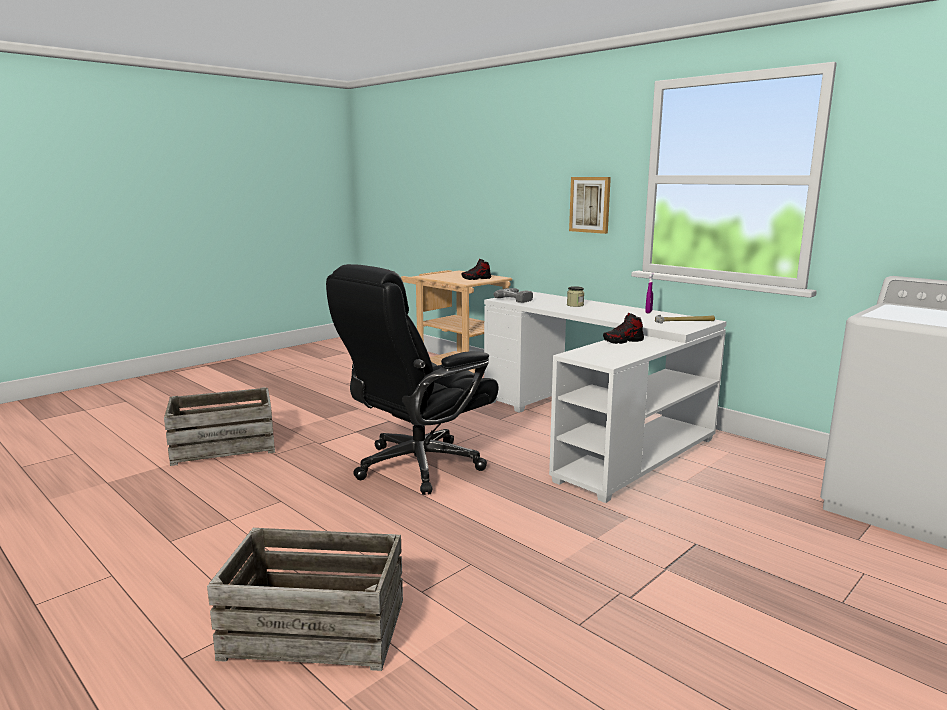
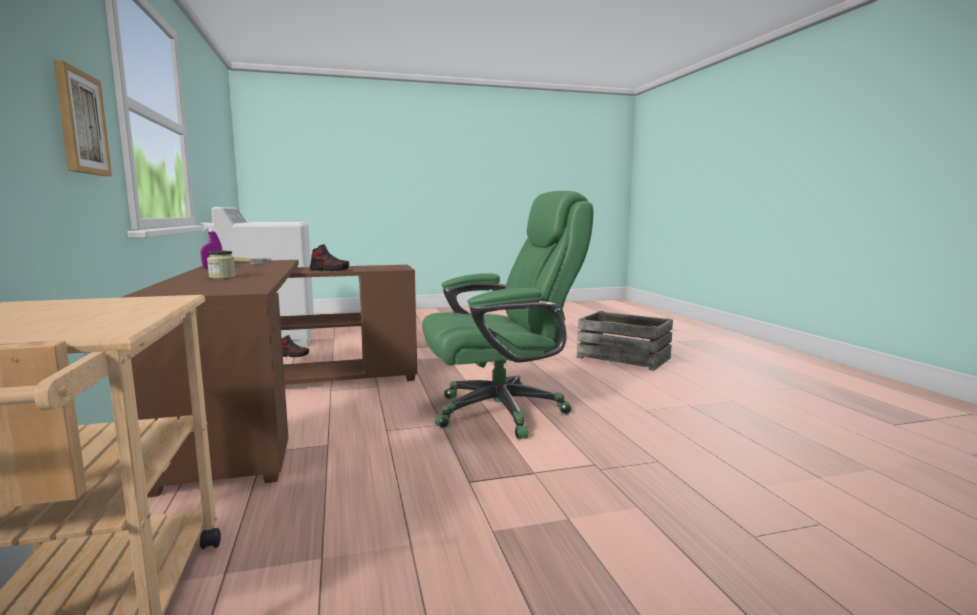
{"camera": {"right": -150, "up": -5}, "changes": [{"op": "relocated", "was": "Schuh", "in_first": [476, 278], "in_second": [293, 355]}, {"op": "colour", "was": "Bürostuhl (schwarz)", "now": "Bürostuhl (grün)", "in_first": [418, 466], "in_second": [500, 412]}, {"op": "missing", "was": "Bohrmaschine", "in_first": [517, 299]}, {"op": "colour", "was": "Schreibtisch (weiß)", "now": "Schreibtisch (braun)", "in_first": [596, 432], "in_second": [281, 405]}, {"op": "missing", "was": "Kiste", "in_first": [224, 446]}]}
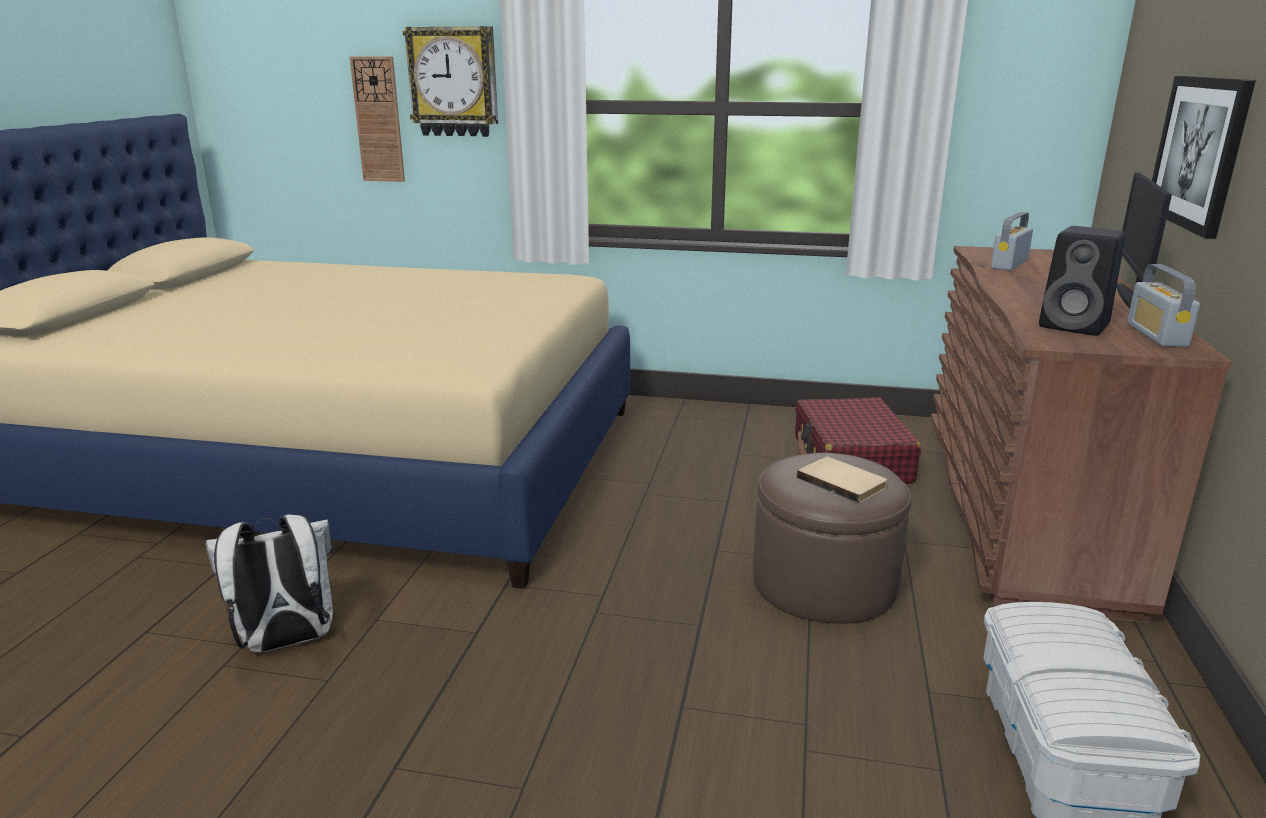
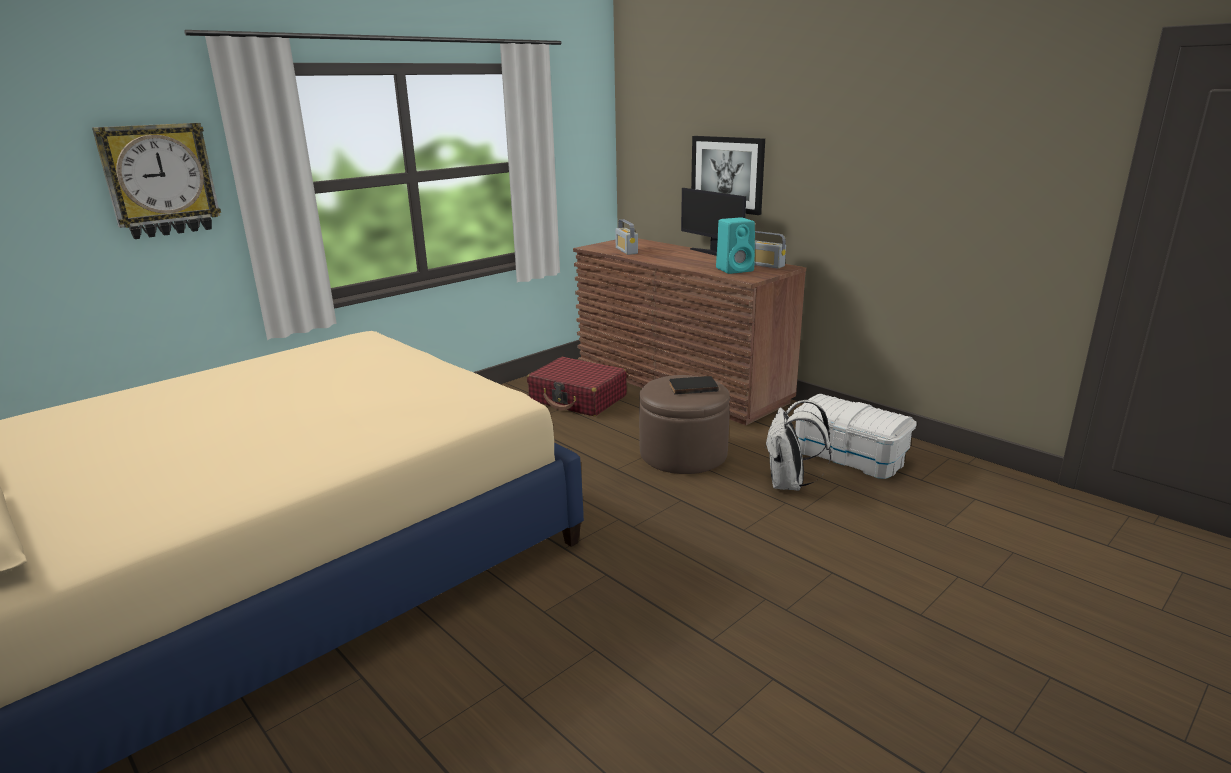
{"camera": {"right": -55, "up": 0}, "changes": [{"op": "missing", "was": "Wanduhr", "in_first": [378, 120]}, {"op": "colour", "was": "Lautsprecher (schwarz)", "now": "Lautsprecher (türkis)", "in_first": [1076, 326], "in_second": [735, 269]}, {"op": "colour", "was": "Buch (beige)", "now": "Buch (schwarz)", "in_first": [843, 481], "in_second": [692, 387]}, {"op": "relocated", "was": "Rucksack (weiß)", "in_first": [286, 642], "in_second": [790, 484]}]}
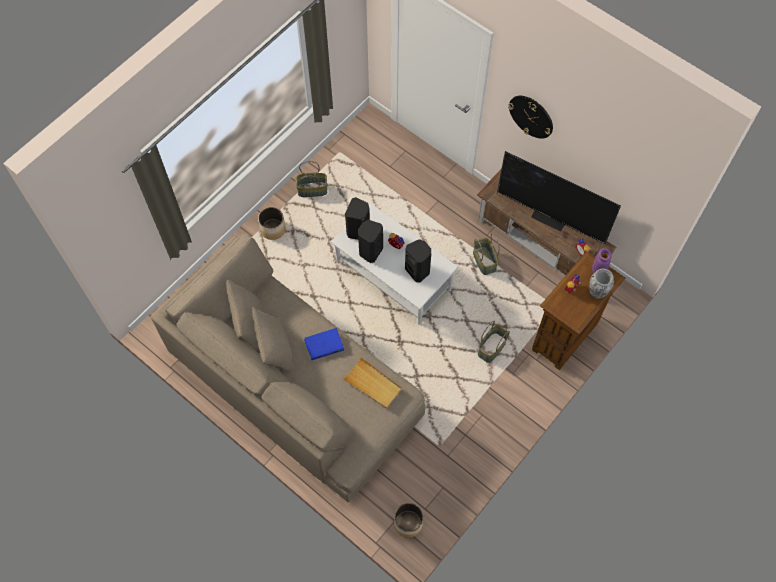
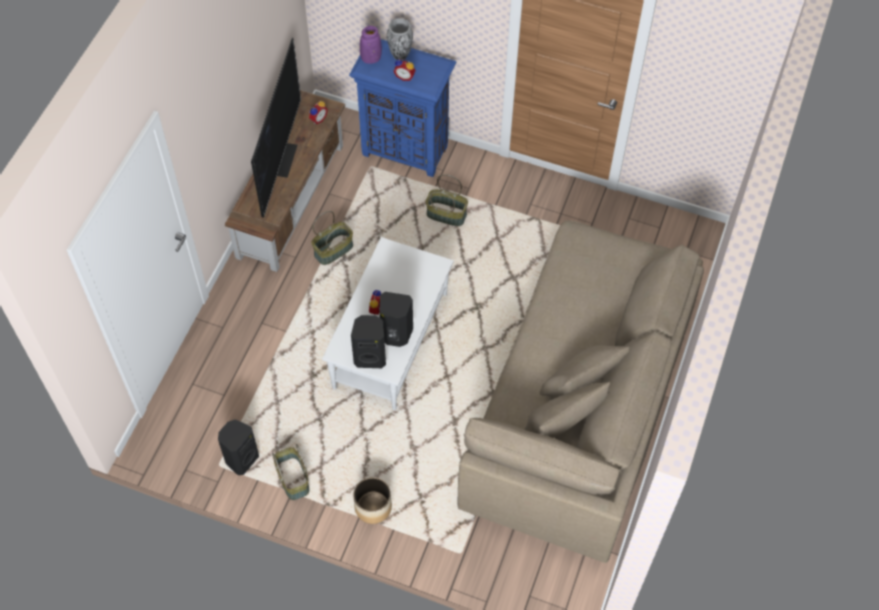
{"camera": {"right": -110, "up": -5}, "changes": [{"op": "missing", "was": "Wanduhr", "in_first": [531, 116]}, {"op": "relocated", "was": "Lautsprecher (schwarz)", "in_first": [418, 270], "in_second": [241, 459]}, {"op": "colour", "was": "Schrank (braun)", "now": "Schrank (blau)", "in_first": [564, 338], "in_second": [406, 151]}, {"op": "missing", "was": "Buch (blau)", "in_first": [324, 345]}, {"op": "missing", "was": "Tablett (beige)", "in_first": [373, 384]}, {"op": "missing", "was": "Pflanzkübel", "in_first": [408, 523]}]}
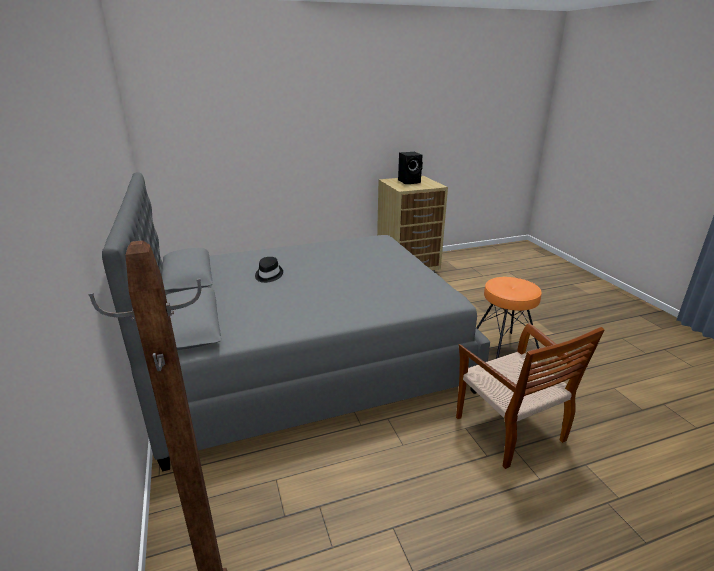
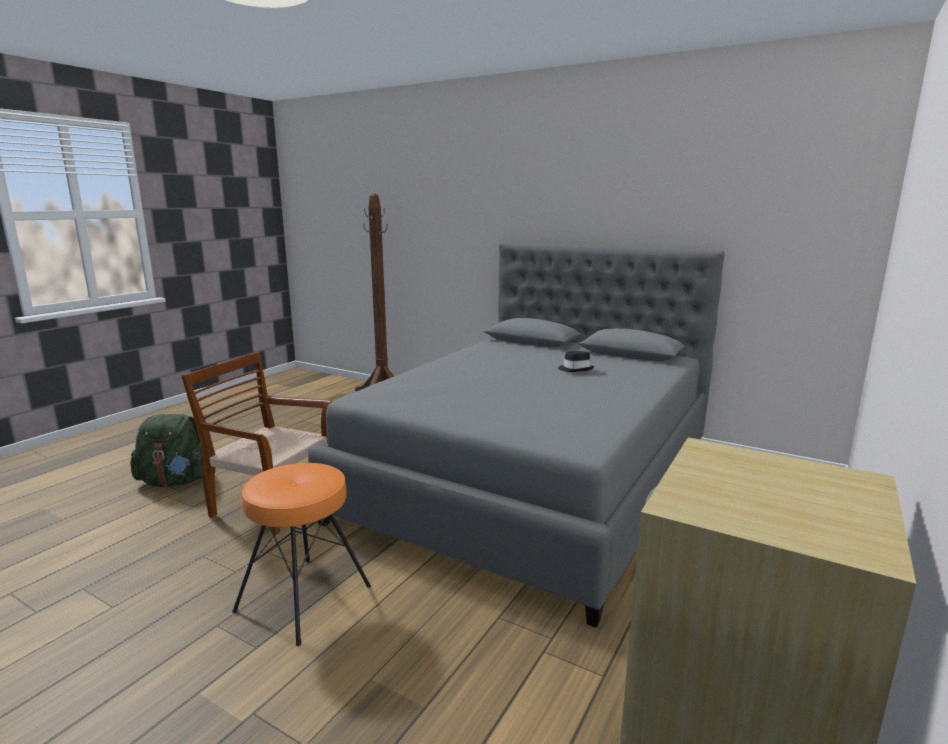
{"camera": {"right": 140, "up": -10}, "changes": [{"op": "missing", "was": "Lautsprecher (schwarz)", "in_first": [410, 181]}, {"op": "appeared", "now": "Rucksack (grün)", "in_second": [175, 481]}]}
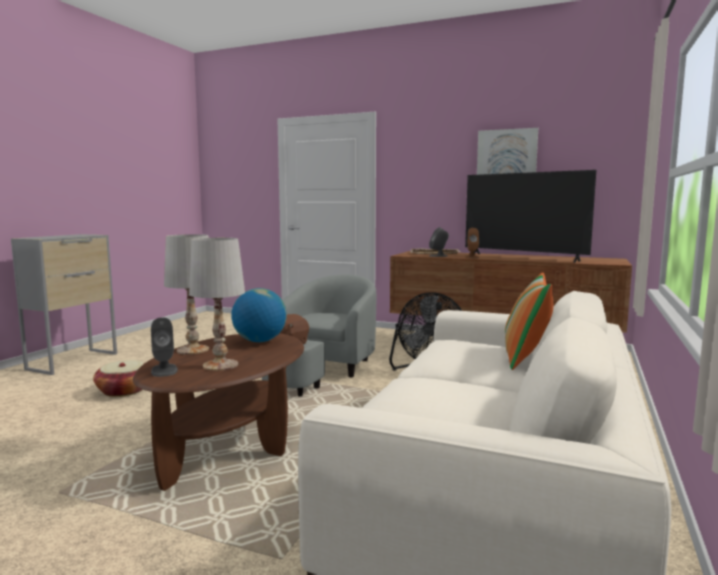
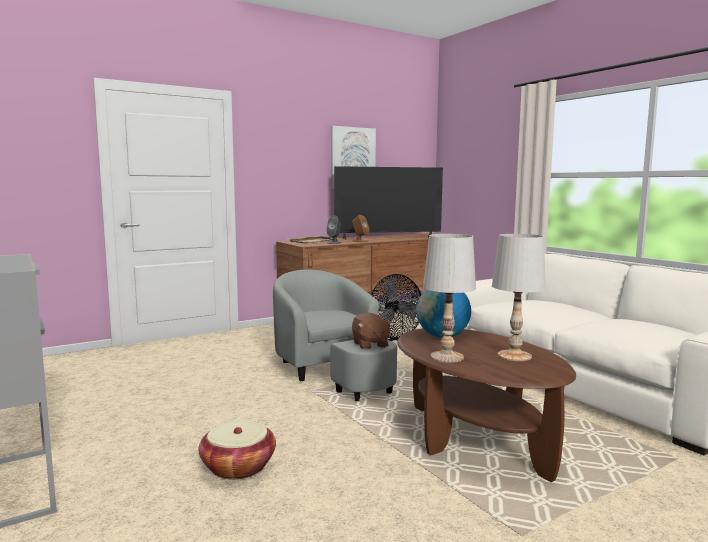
{"camera": {"right": -55, "up": 0}, "changes": [{"op": "missing", "was": "Kissen", "in_first": [525, 358]}, {"op": "missing", "was": "Lautsprecher (grau)", "in_first": [164, 370]}]}
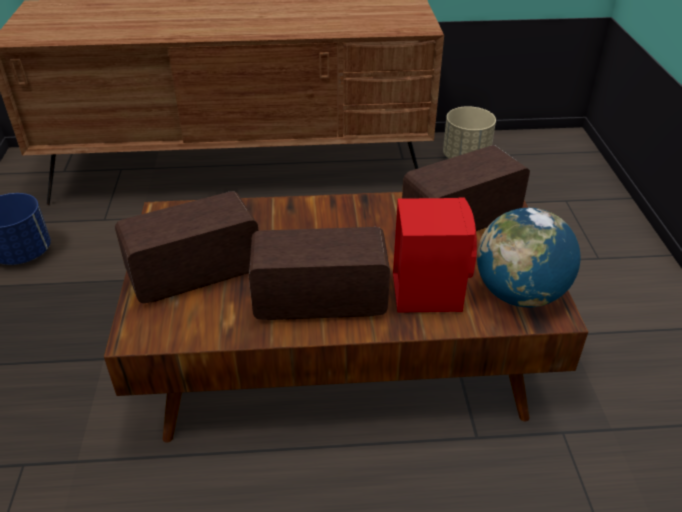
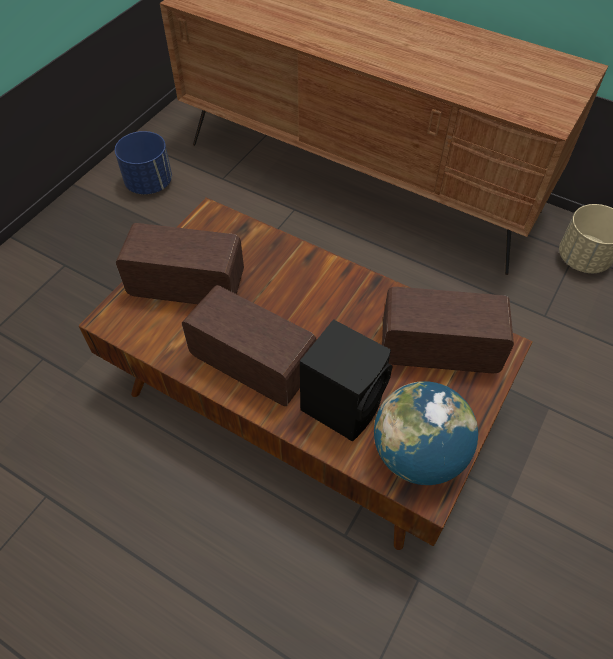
{"camera": {"right": 35, "up": 15}, "changes": [{"op": "colour", "was": "Lautsprecher (rot)", "now": "Lautsprecher (schwarz)", "in_first": [427, 290], "in_second": [343, 404]}]}
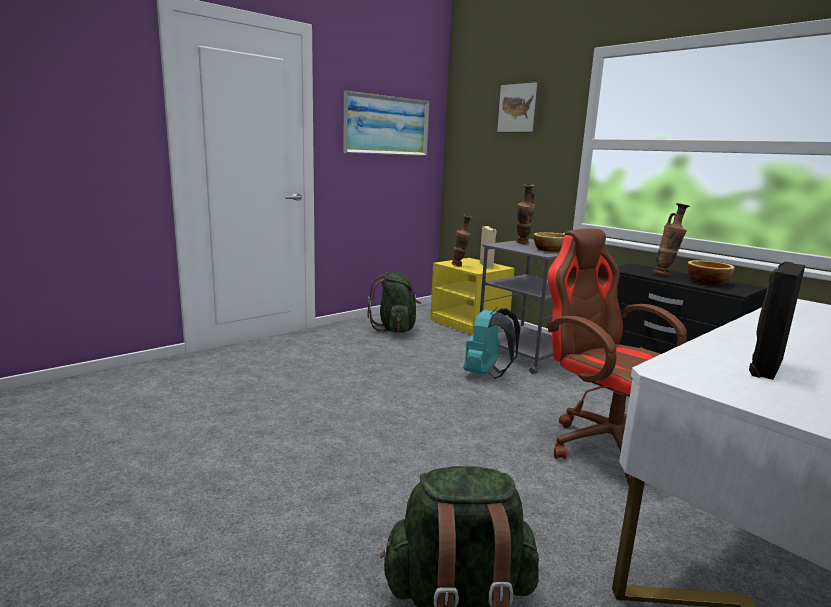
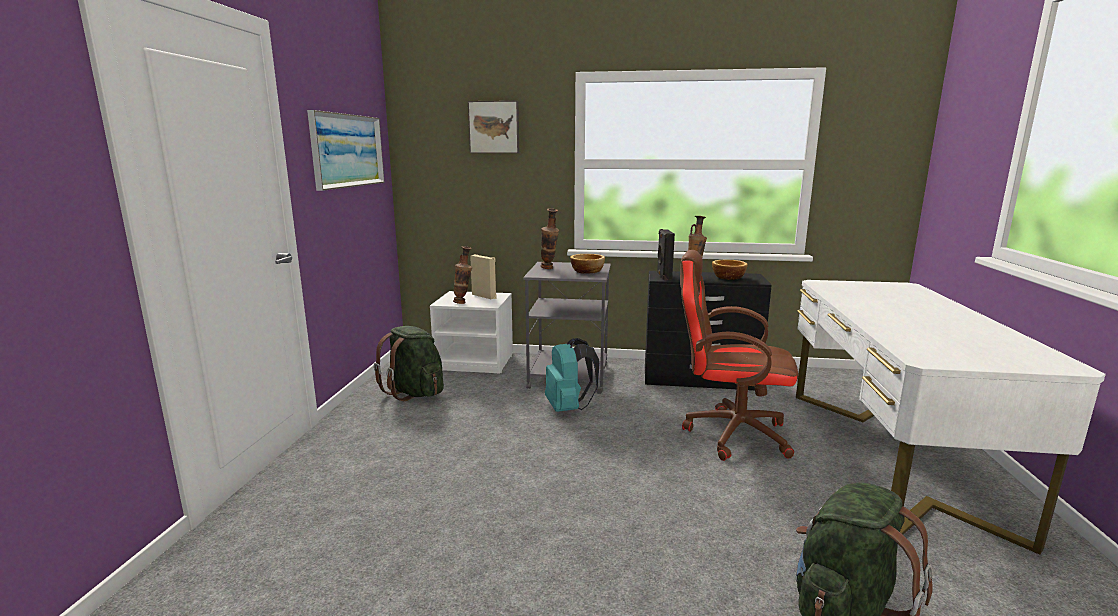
{"camera": {"right": -40, "up": 0}, "changes": [{"op": "colour", "was": "Nachttisch (gelb)", "now": "Nachttisch (weiß)", "in_first": [470, 323], "in_second": [476, 361]}, {"op": "relocated", "was": "Lautsprecher (schwarz)", "in_first": [764, 367], "in_second": [663, 276]}]}
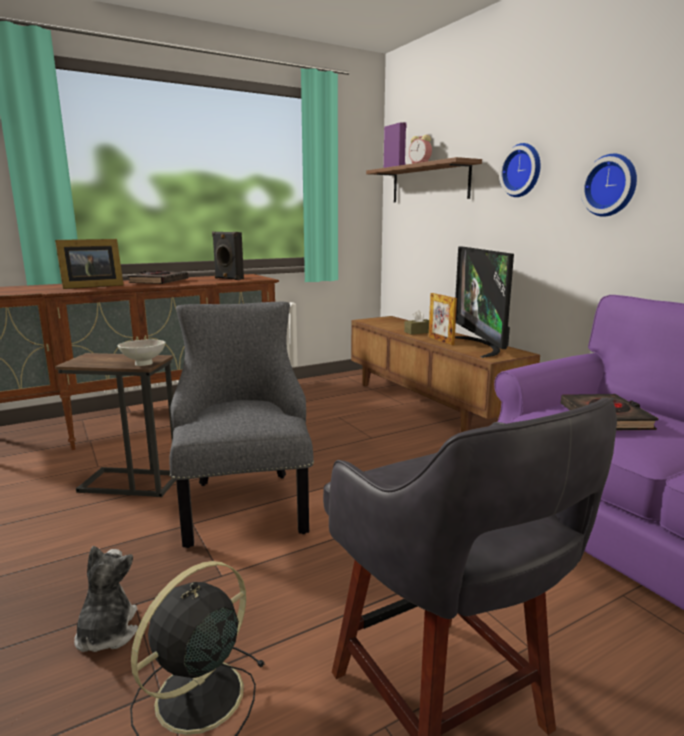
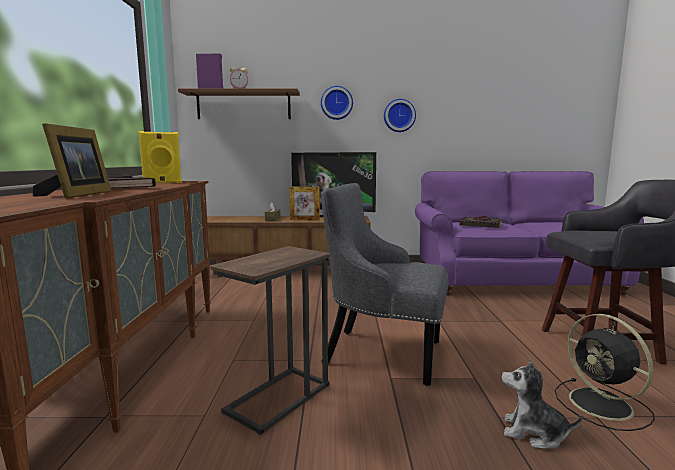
{"camera": {"right": -60, "up": -5}, "changes": [{"op": "colour", "was": "Lautsprecher (schwarz)", "now": "Lautsprecher (gelb)", "in_first": [228, 279], "in_second": [162, 183]}, {"op": "missing", "was": "Schüssel (weiß)", "in_first": [142, 364]}]}
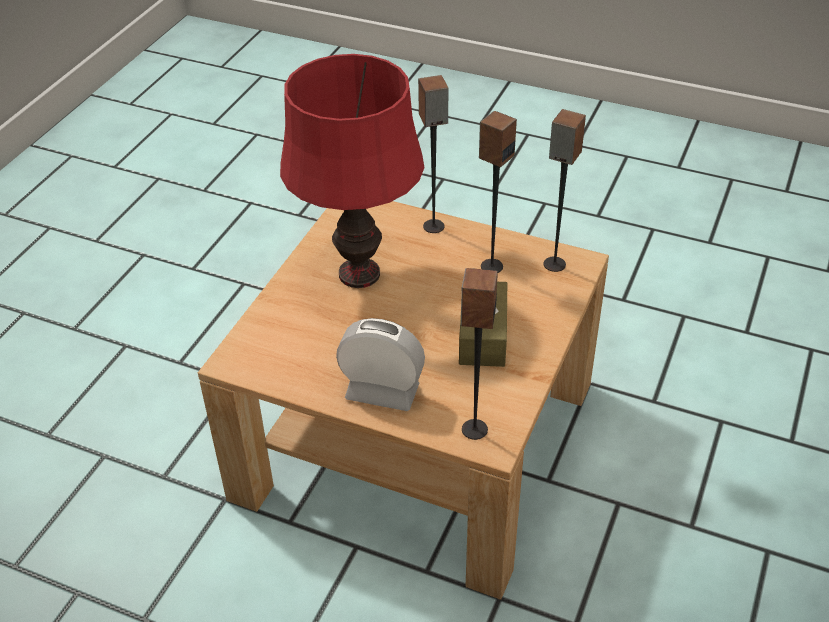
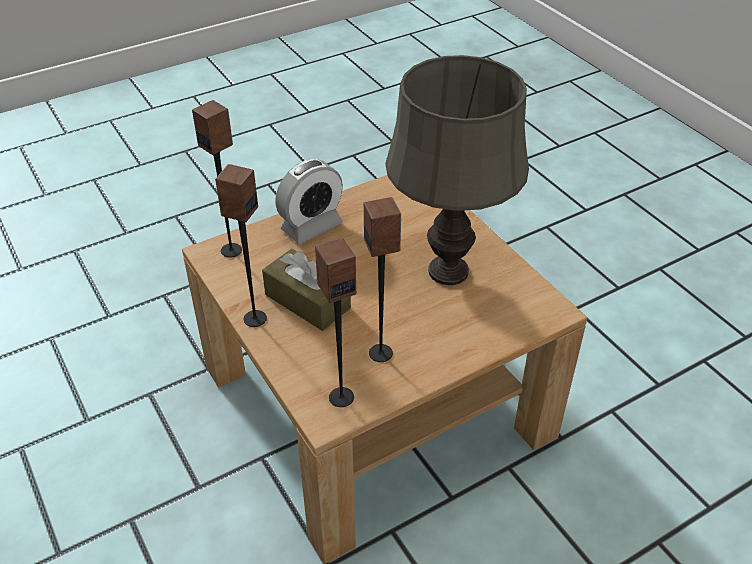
{"camera": {"right": 125, "up": 0}, "changes": [{"op": "colour", "was": "Tischlampe (rot)", "now": "Tischlampe (grau)", "in_first": [359, 273], "in_second": [449, 271]}, {"op": "relocated", "was": "Lautsprecher", "in_first": [433, 226], "in_second": [254, 318]}]}
